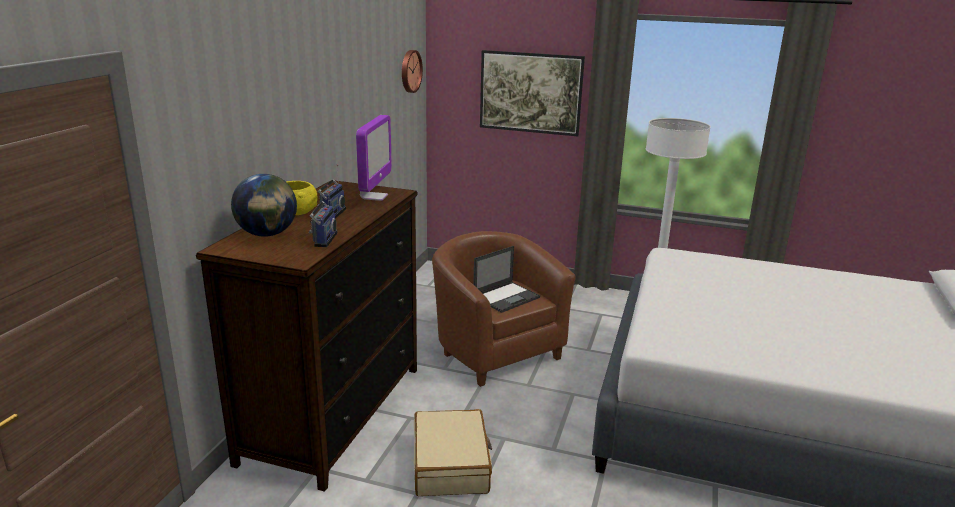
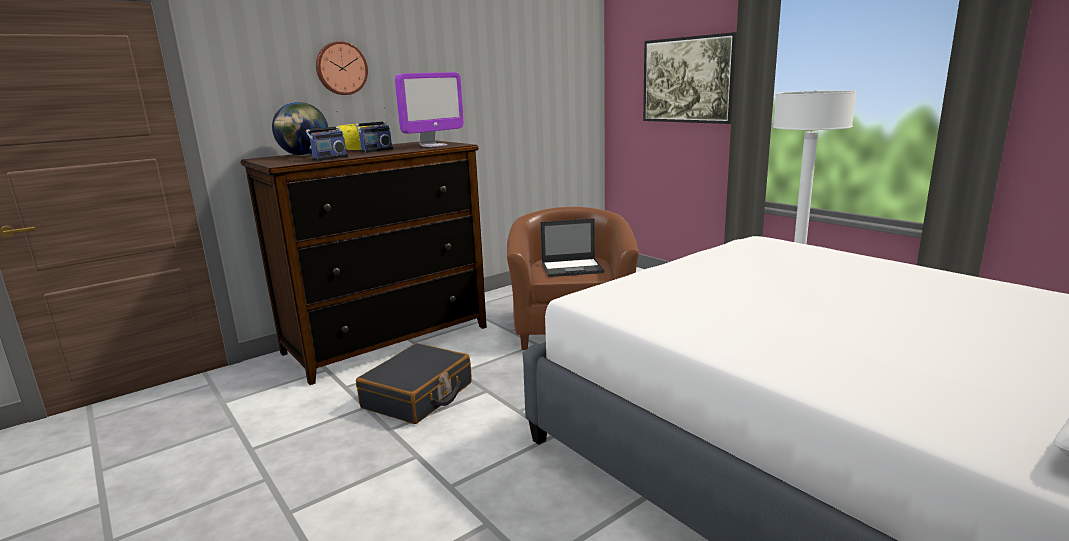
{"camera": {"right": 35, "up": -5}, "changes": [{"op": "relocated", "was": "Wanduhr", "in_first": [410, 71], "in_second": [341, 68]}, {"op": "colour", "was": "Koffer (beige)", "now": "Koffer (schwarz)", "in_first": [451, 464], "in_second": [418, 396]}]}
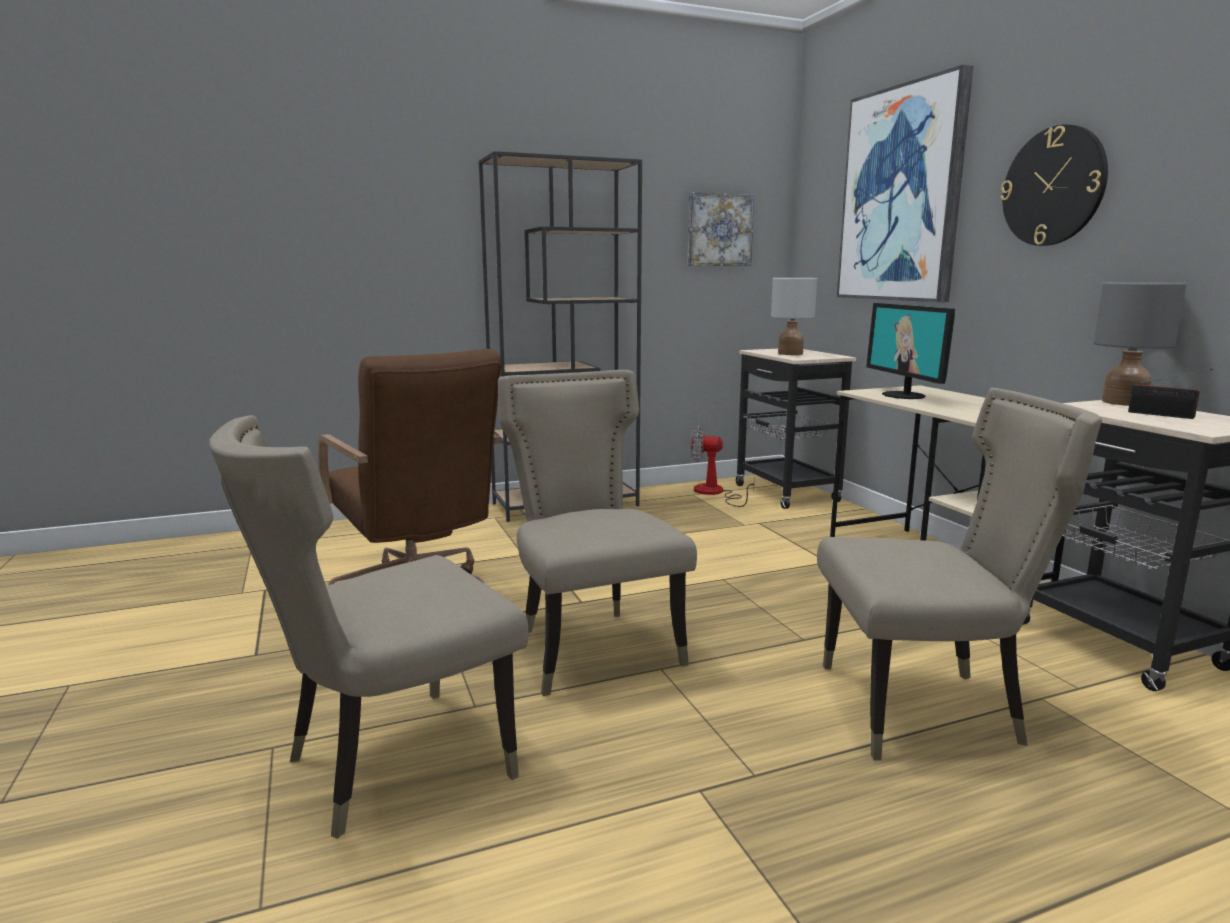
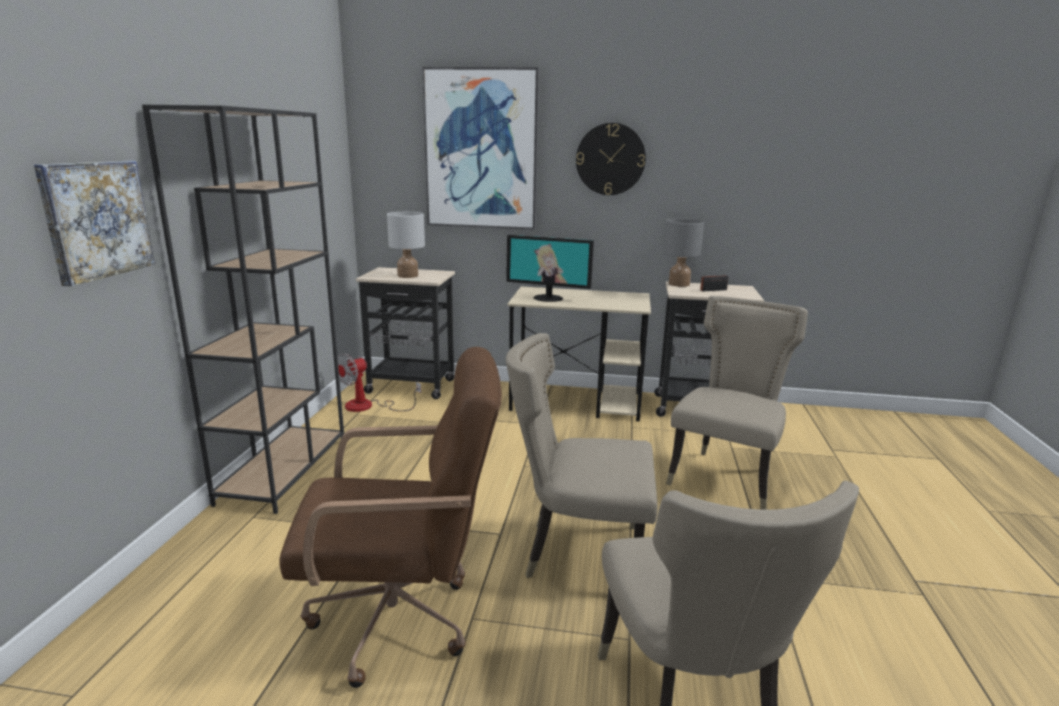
{"camera": {"right": -60, "up": 5}, "changes": [{"op": "relocated", "was": "Bild", "in_first": [719, 230], "in_second": [96, 219]}]}
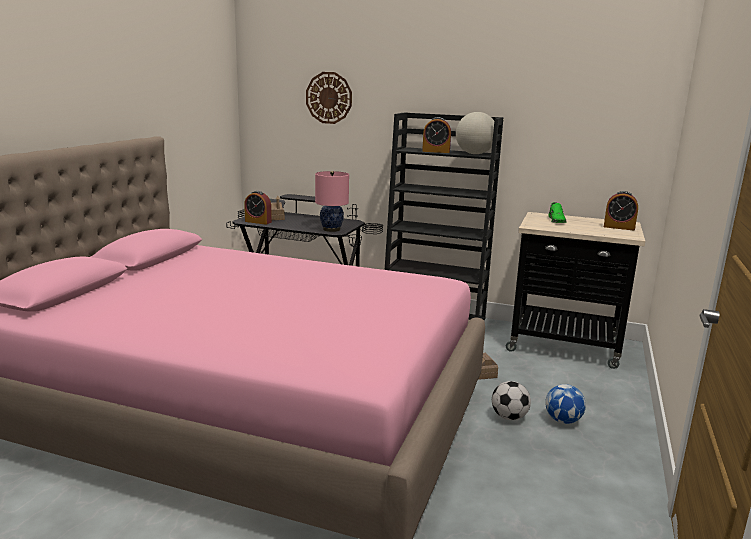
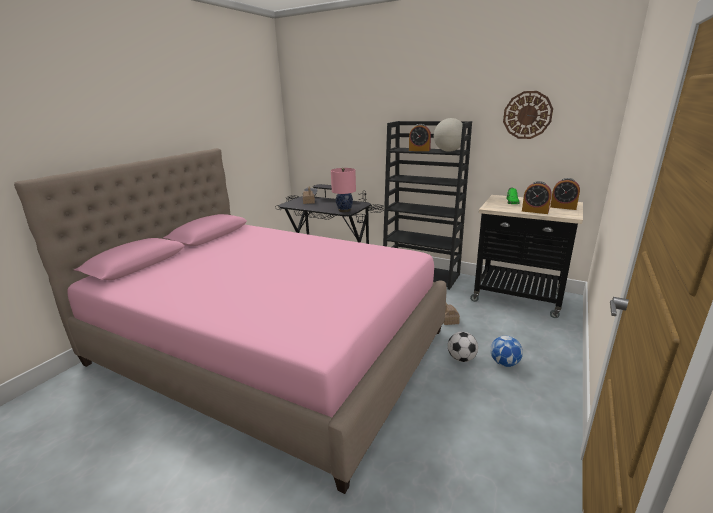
{"camera": {"right": 10, "up": 5}, "changes": [{"op": "relocated", "was": "Wanduhr", "in_first": [329, 98], "in_second": [527, 115]}, {"op": "relocated", "was": "Wecker", "in_first": [258, 222], "in_second": [535, 211]}]}
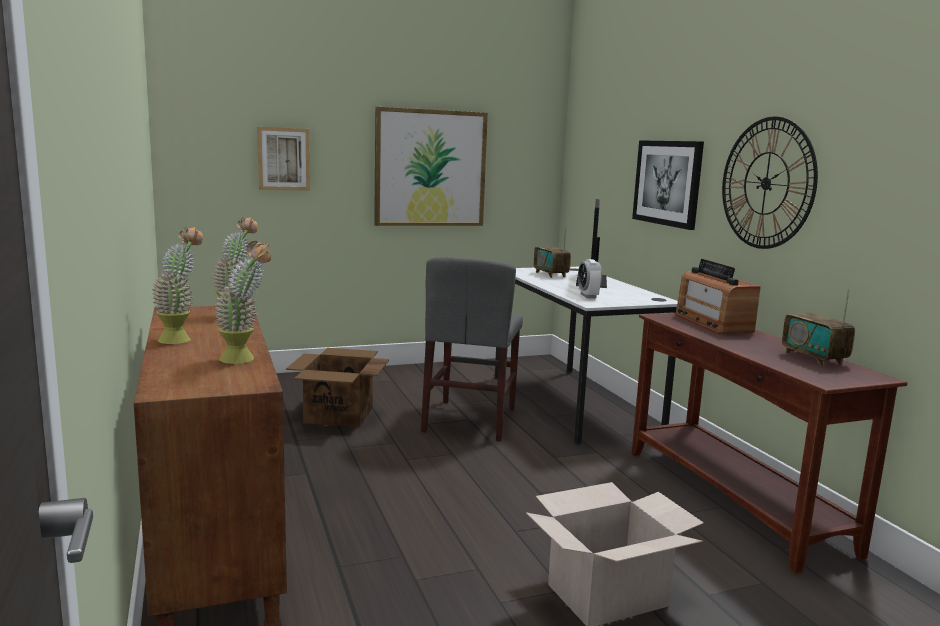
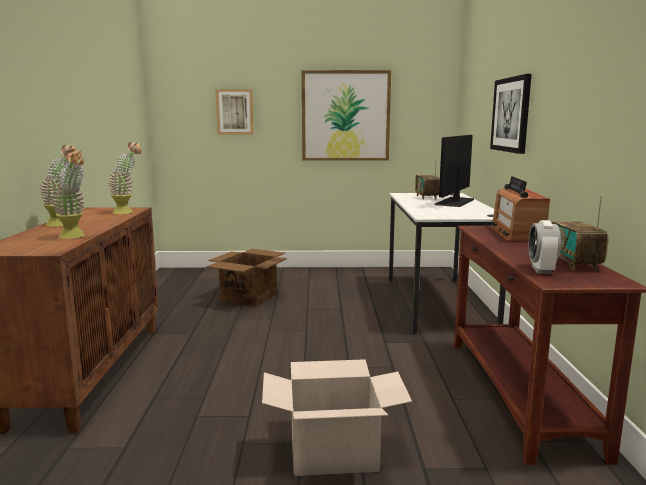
{"camera": {"right": 20, "up": 0}, "changes": [{"op": "missing", "was": "Wanduhr", "in_first": [766, 183]}, {"op": "missing", "was": "Stuhl (grau)", "in_first": [470, 419]}, {"op": "relocated", "was": "Wecker", "in_first": [588, 296], "in_second": [541, 270]}]}
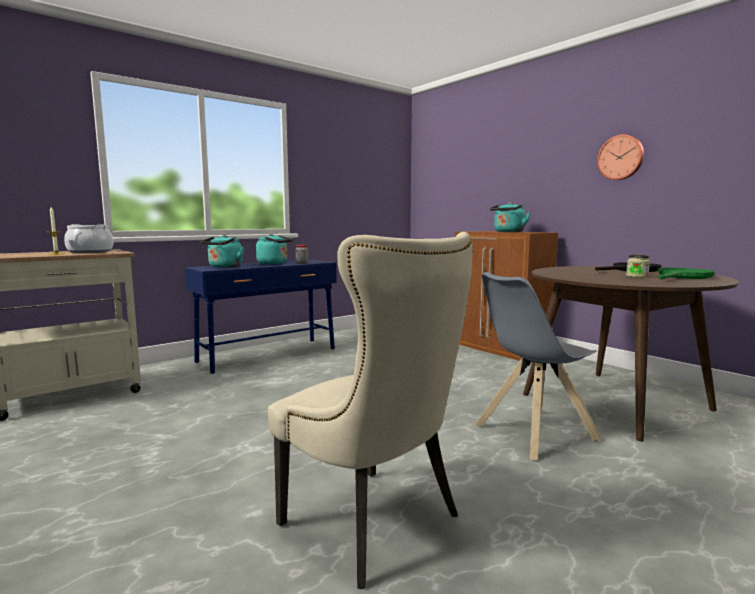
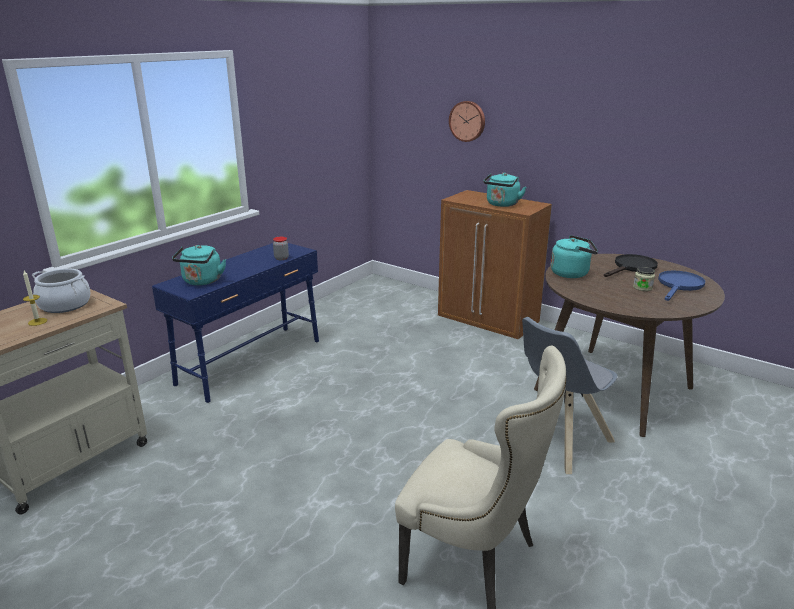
{"camera": {"right": -15, "up": 15}, "changes": [{"op": "relocated", "was": "Wanduhr", "in_first": [621, 157], "in_second": [467, 121]}, {"op": "relocated", "was": "Wasserkessel (türkis)", "in_first": [274, 263], "in_second": [572, 273]}, {"op": "colour", "was": "Pfanne (grün)", "now": "Pfanne (blau)", "in_first": [682, 277], "in_second": [679, 286]}]}
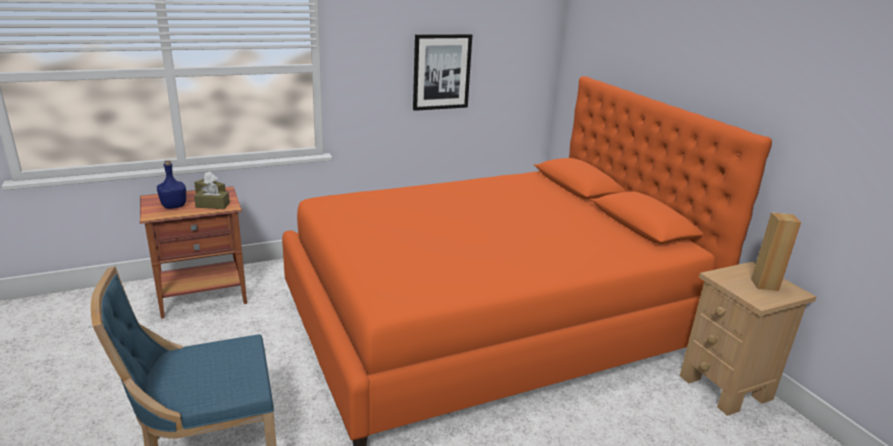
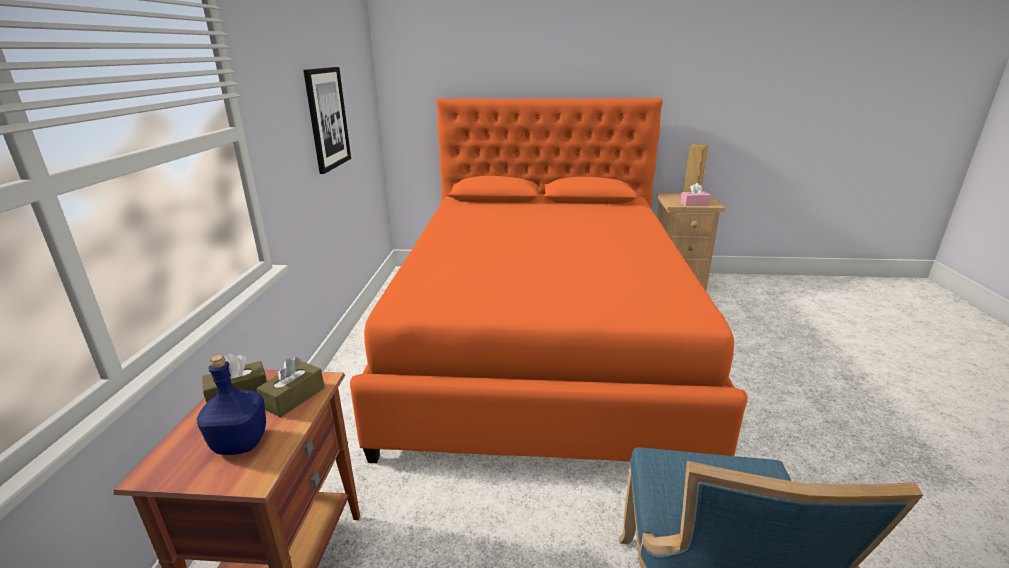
{"camera": {"right": -60, "up": 0}, "changes": [{"op": "appeared", "now": "Taschentuchbox (rosa)", "in_second": [694, 204]}]}
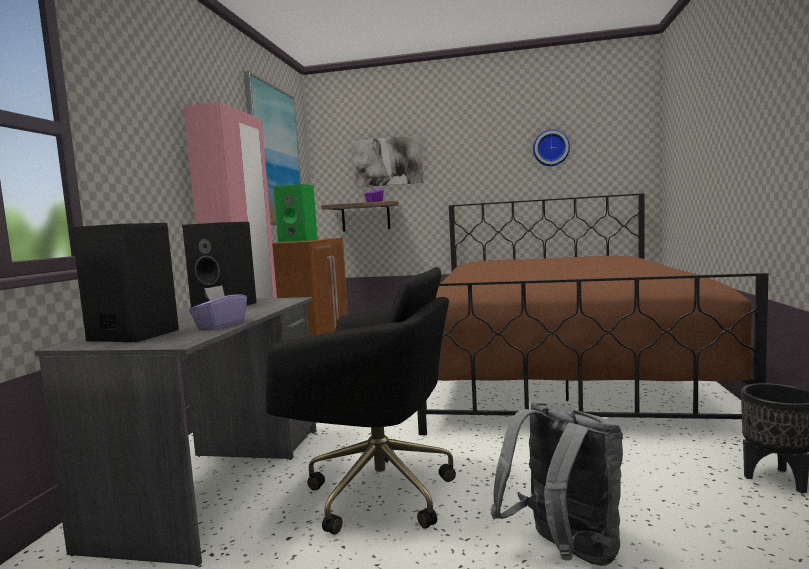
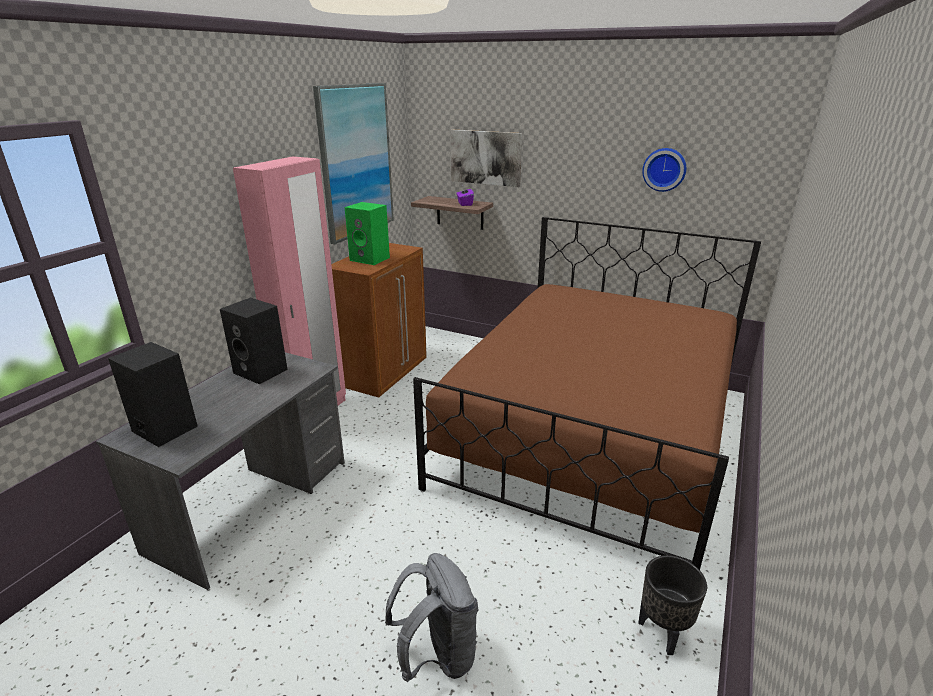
{"camera": {"right": 15, "up": 20}, "changes": [{"op": "missing", "was": "Bürostuhl (schwarz)", "in_first": [374, 494]}, {"op": "missing", "was": "Taschentuchbox (lila)", "in_first": [220, 325]}]}
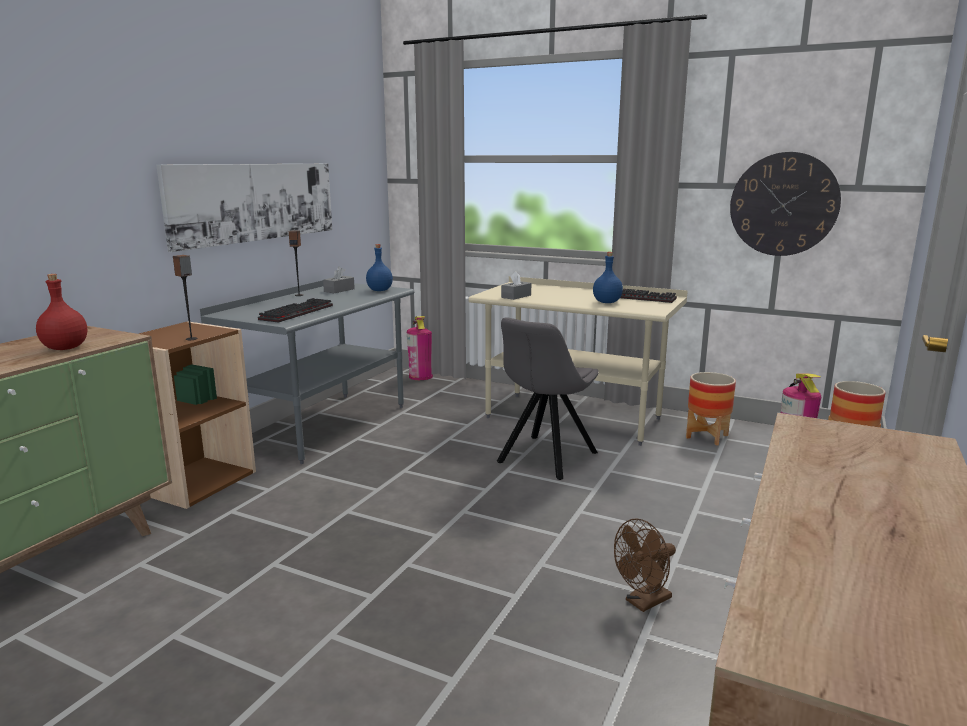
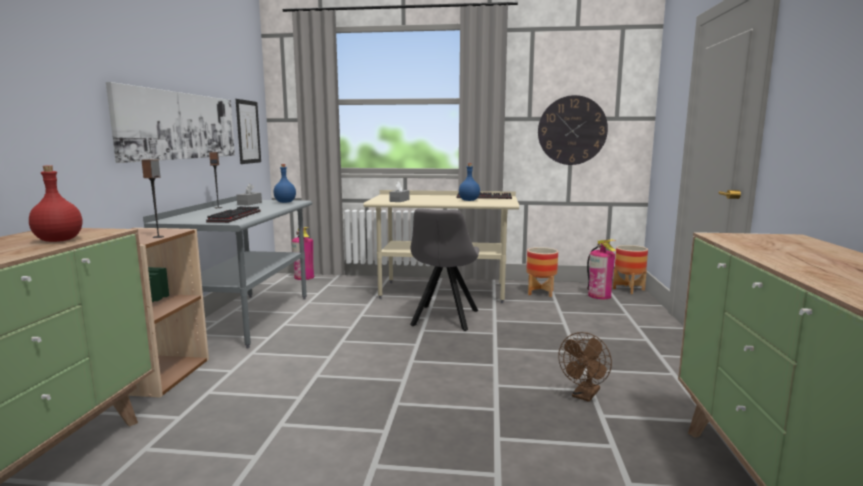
{"camera": {"right": -20, "up": -5}, "changes": [{"op": "appeared", "now": "Bild", "in_second": [248, 132]}]}
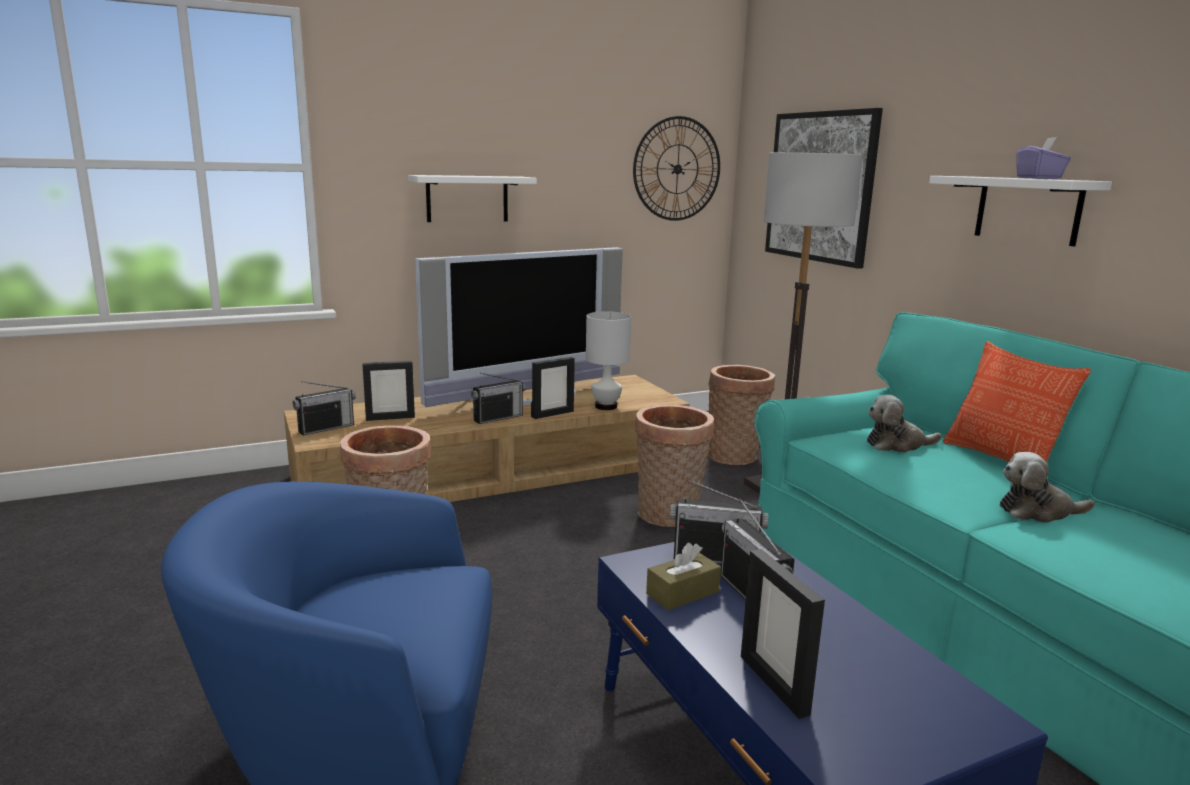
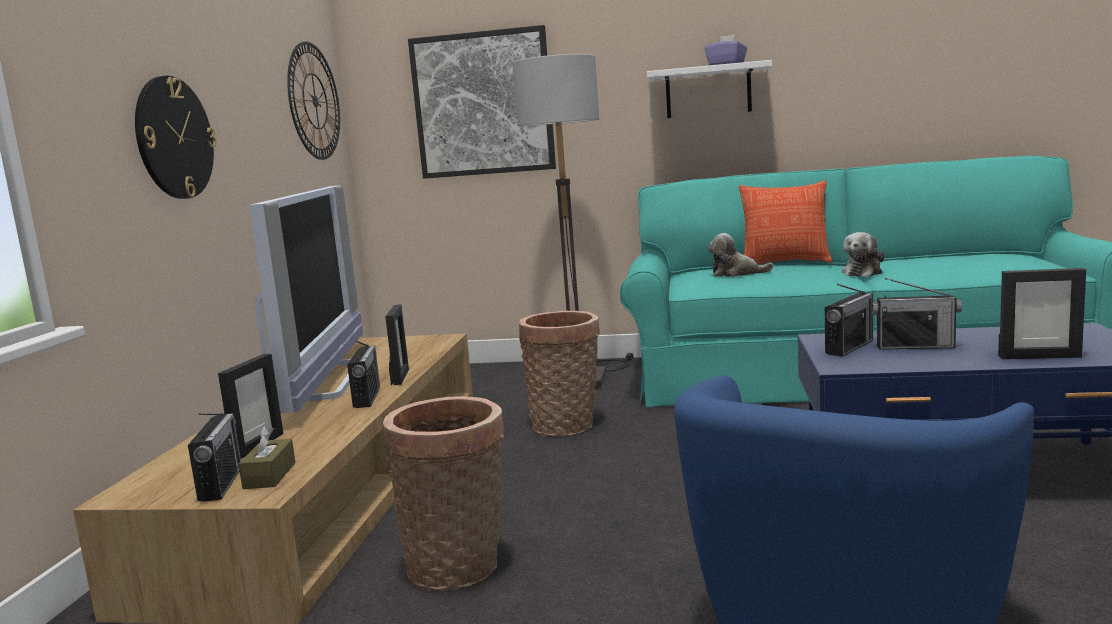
{"camera": {"right": -55, "up": -5}, "changes": [{"op": "exchanged", "was": "Wandregal (weiß)", "now": "Wanduhr", "in_first": [467, 198], "in_second": [174, 138]}, {"op": "missing", "was": "Tischlampe (weiß)", "in_first": [606, 407]}, {"op": "missing", "was": "Korb", "in_first": [735, 457]}, {"op": "spun", "was": "Plüschtier", "in_first": [897, 445], "in_second": [736, 274], "clockwise": 75}, {"op": "relocated", "was": "Taschentuchbox (braun)", "in_first": [682, 593], "in_second": [269, 475]}]}
